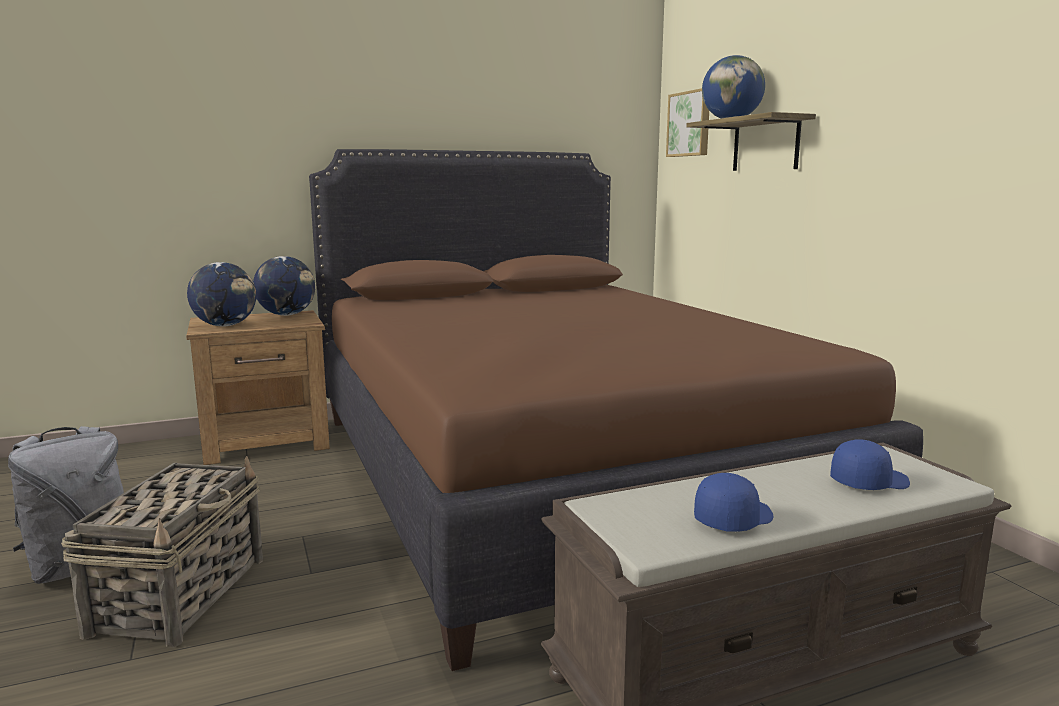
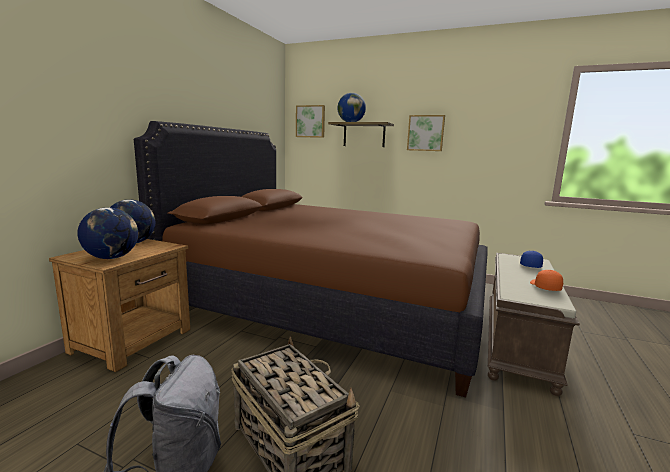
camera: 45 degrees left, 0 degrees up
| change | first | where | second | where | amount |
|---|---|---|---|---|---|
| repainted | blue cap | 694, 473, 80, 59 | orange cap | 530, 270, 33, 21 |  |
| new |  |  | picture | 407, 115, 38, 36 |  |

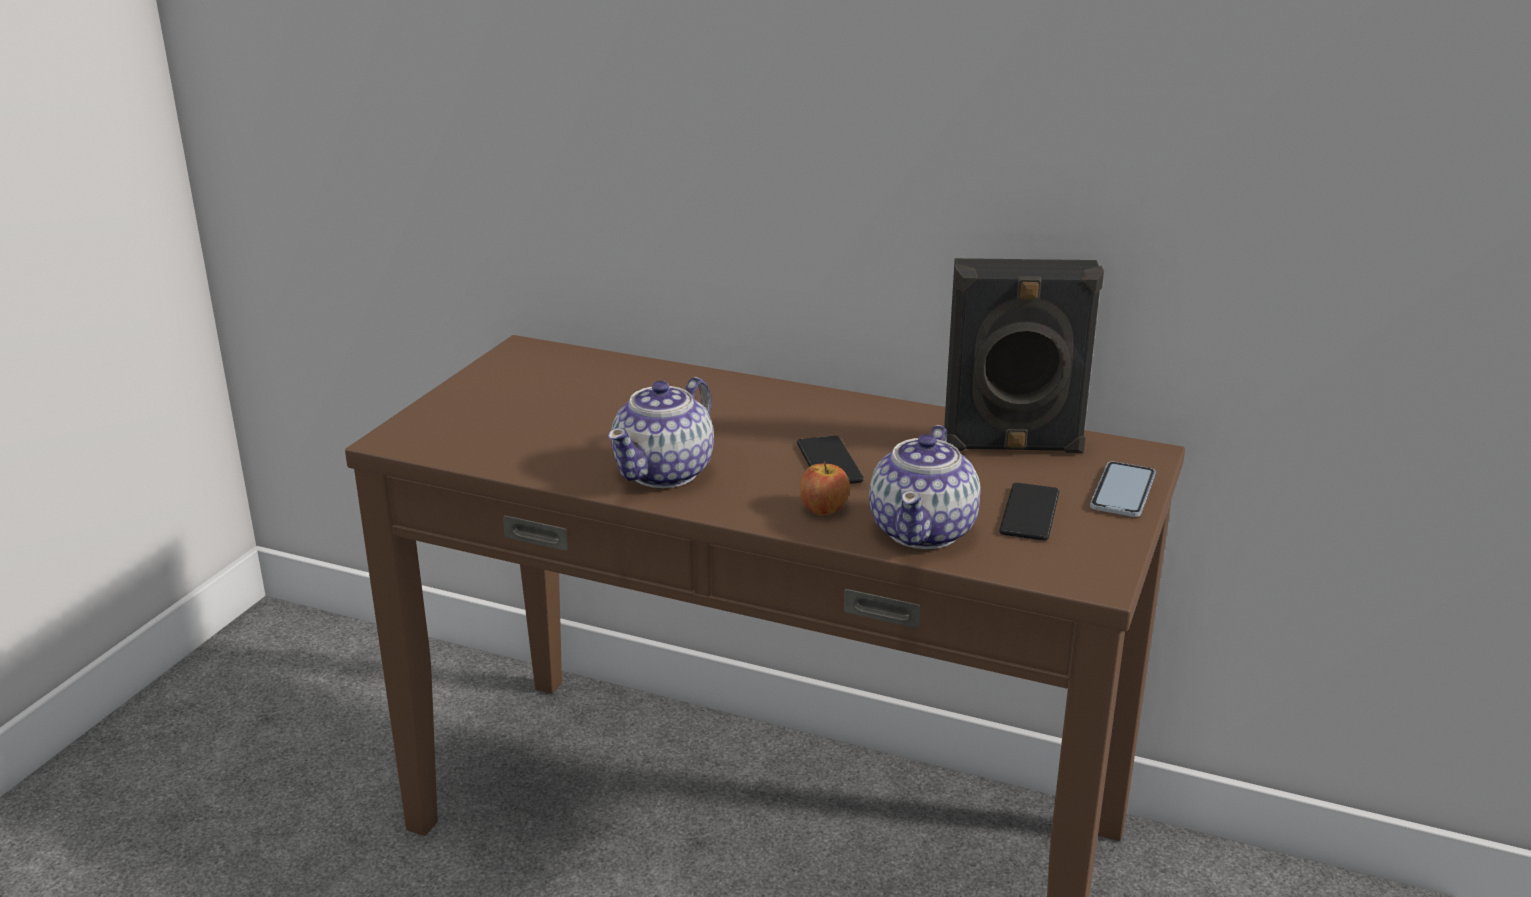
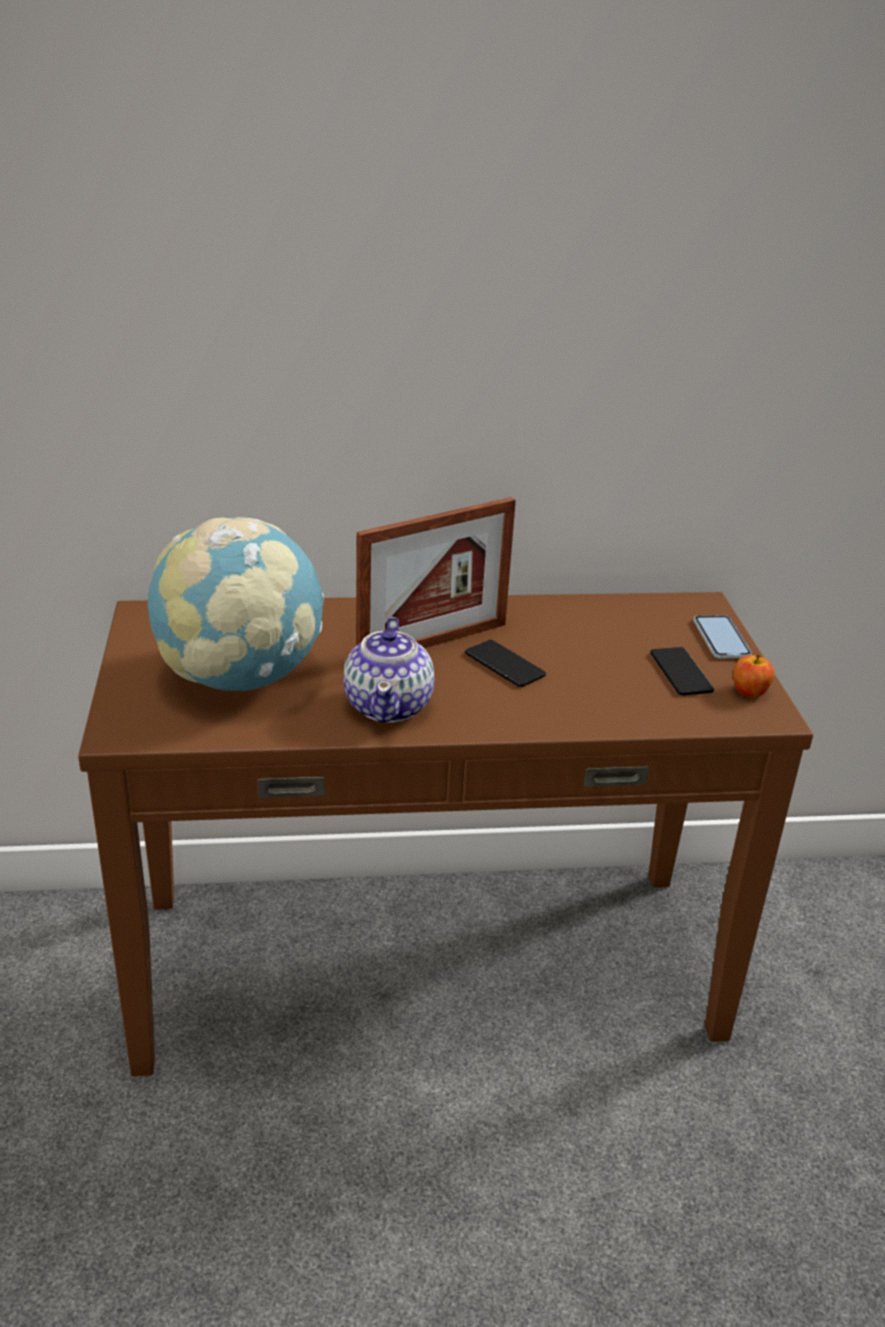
camera: 30 degrees left, 5 degrees up
| change | first | where | second | where | amount |
|---|---|---|---|---|---|
| gone | black speaker | 944, 258, 160, 195 |  |  |  |
| gone | teapot | 869, 425, 111, 124 |  |  |  |
| shifted | apple | 800, 462, 50, 53 |  | 733, 655, 41, 42 |  |
| new |  |  | picture frame | 356, 497, 160, 151 |  |
| new |  |  | globe | 148, 517, 176, 174 |  |

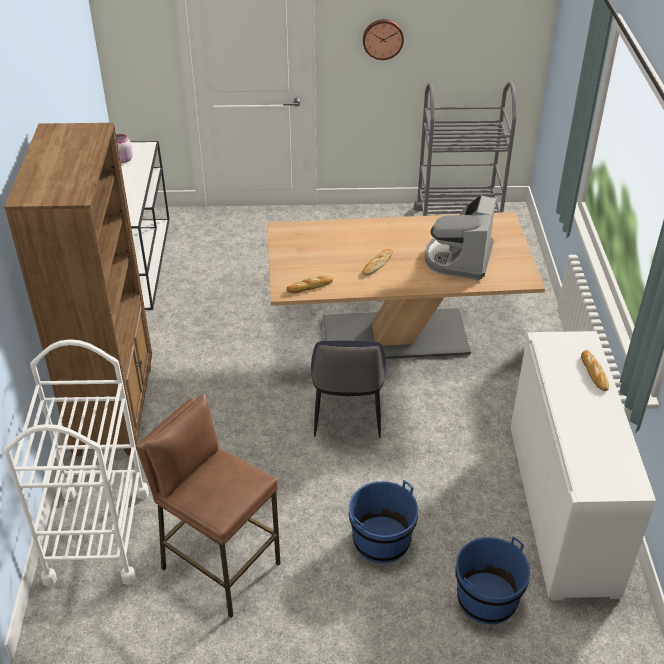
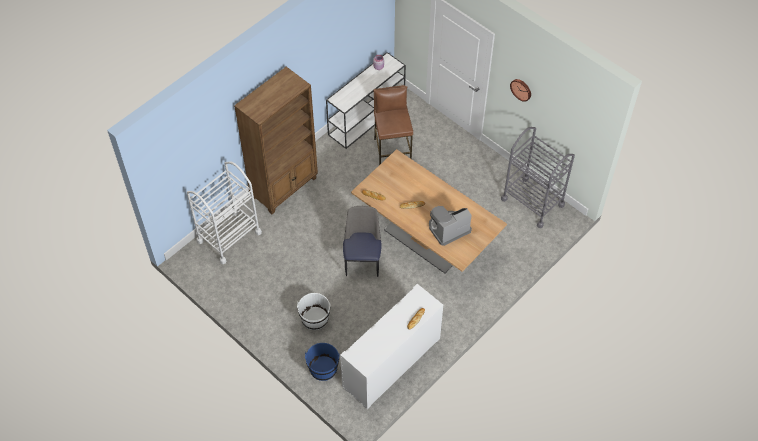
camera: 45 degrees right, 15 degrees up
| change | first | where | second | where | amount |
|---|---|---|---|---|---|
| rotated | chair | 311, 341, 75, 97 |  | 343, 206, 39, 71 | 135 degrees clockwise |
| shifted | brown stool | 136, 393, 145, 225 |  | 374, 85, 39, 80 |  |
| repainted | blue bucket | 349, 480, 69, 83 | white bucket | 297, 293, 33, 37 |  |

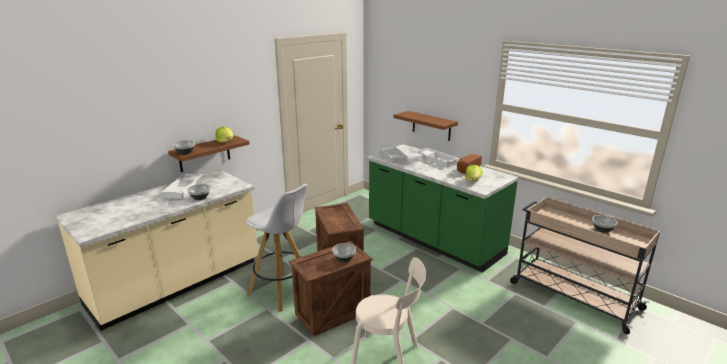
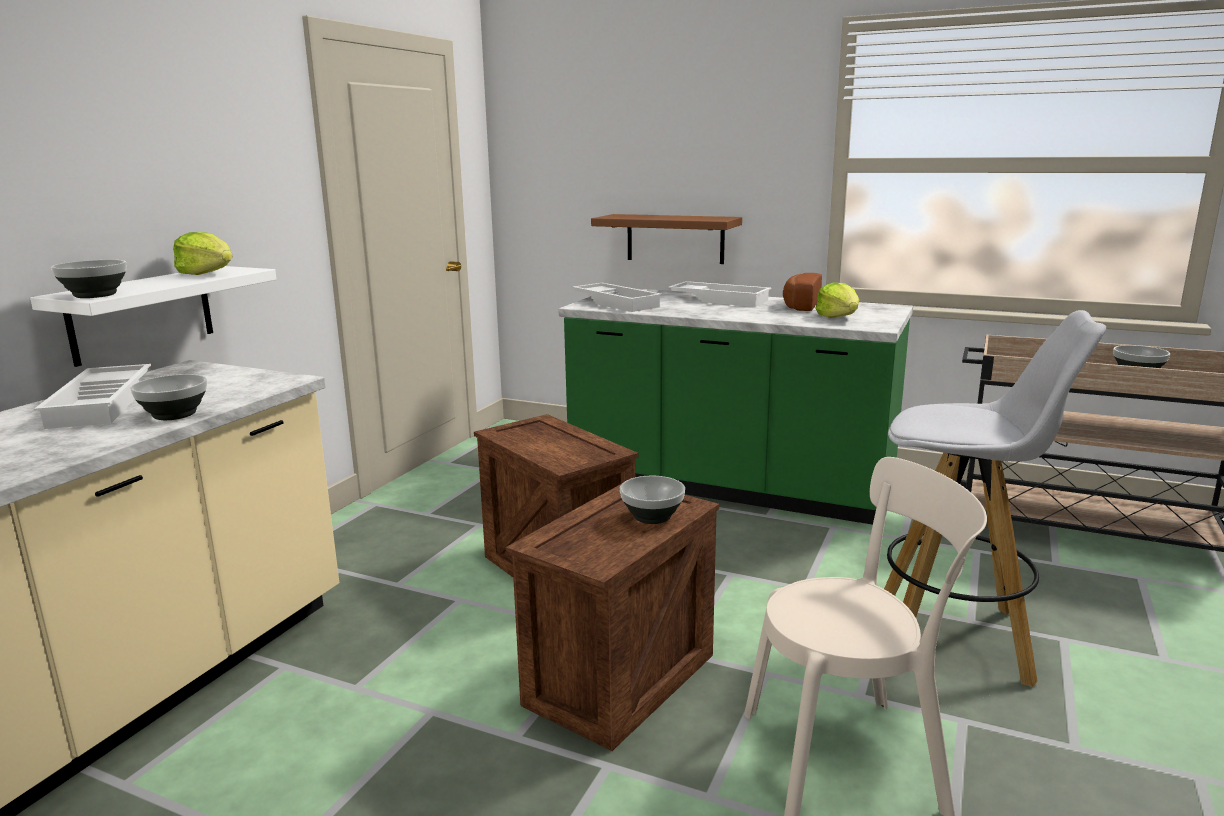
camera: 20 degrees left, 5 degrees down
| change | first | where | second | where | amount |
|---|---|---|---|---|---|
| repainted | brown shelf | 168, 135, 81, 37 | white shelf | 30, 266, 247, 101 |  |
| shifted | white stool | 245, 184, 63, 128 |  | 884, 310, 222, 377 |  |

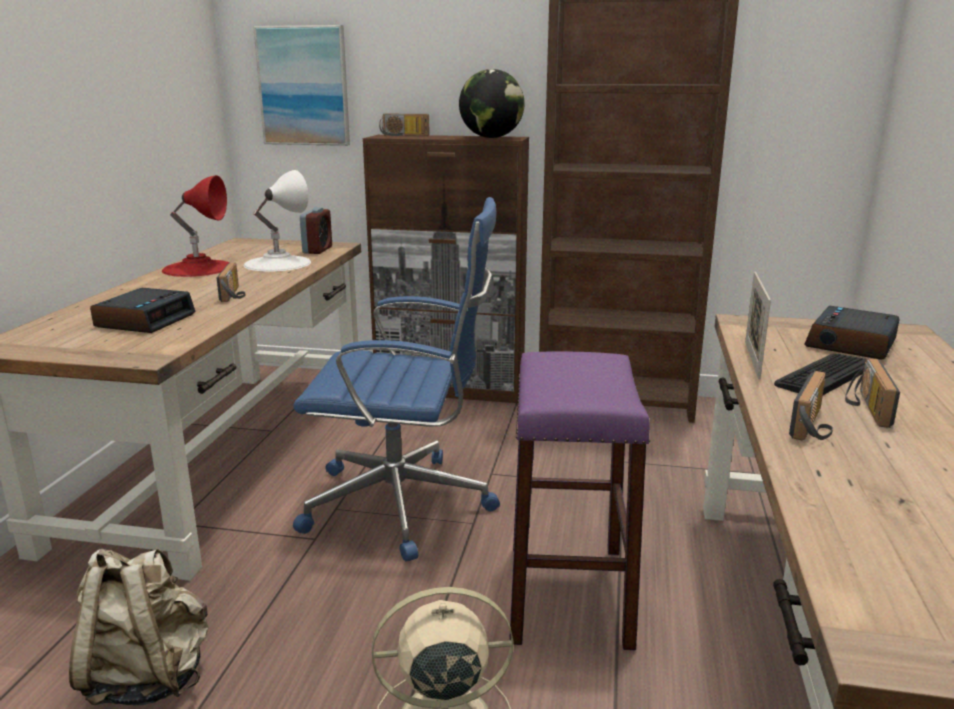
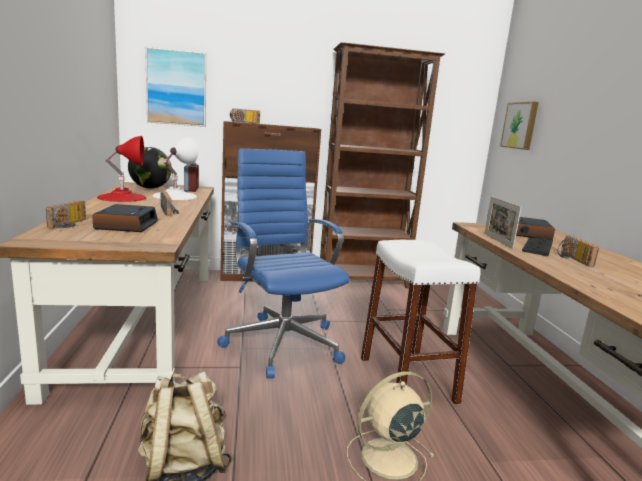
camera: 20 degrees left, 5 degrees down
| change | first | where | second | where | amount |
|---|---|---|---|---|---|
| shifted | globe | 459, 69, 66, 69 |  | 128, 147, 44, 42 |  |
| rotated | blue office chair | 293, 197, 207, 364 |  | 217, 148, 133, 231 | 105 degrees counterclockwise |
| repainted | purple stool | 509, 351, 141, 299 | white stool | 361, 240, 119, 165 |  |
| shifted | radio | 789, 371, 44, 70 |  | 46, 200, 40, 29 |  |
| new |  |  | picture | 500, 102, 39, 48 |  |

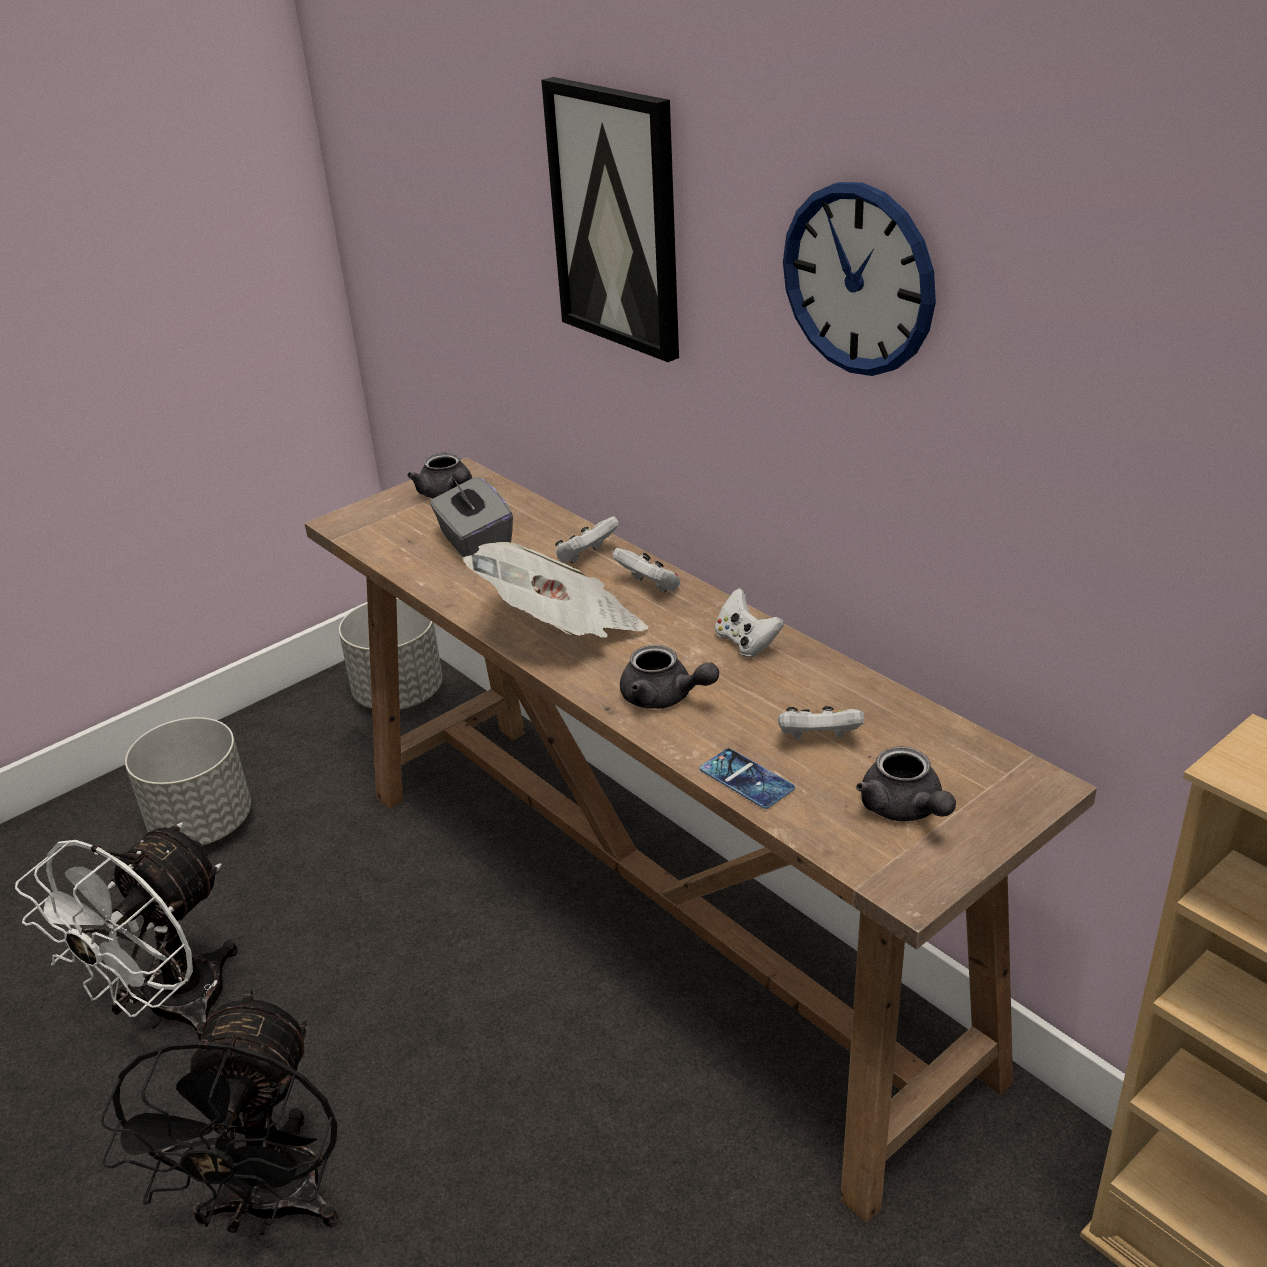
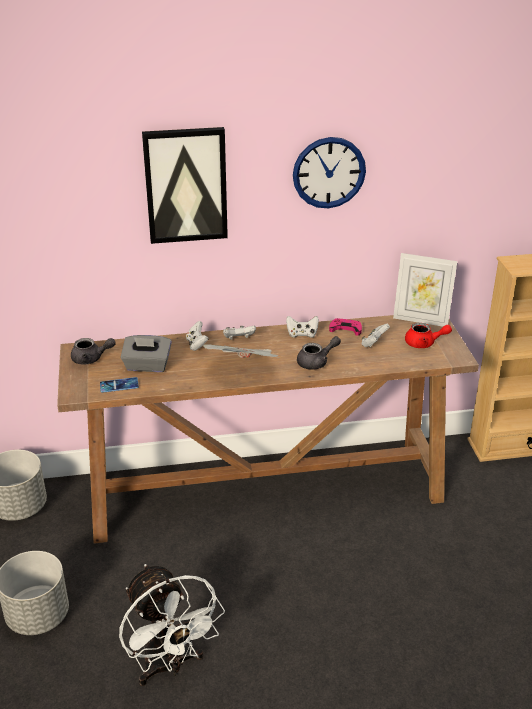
camera: 60 degrees left, 0 degrees up
| change | first | where | second | where | amount |
|---|---|---|---|---|---|
| repainted | grey teapot | 856, 747, 100, 75 | red teapot | 405, 323, 47, 25 |  |
| shifted | phone | 700, 748, 95, 61 |  | 100, 377, 39, 16 |  |
| gone | black fan | 100, 989, 239, 246 |  |  |  |
| new |  |  | picture frame | 393, 253, 64, 74 |  |
| new |  |  | pink game controller | 329, 318, 33, 18 |  |

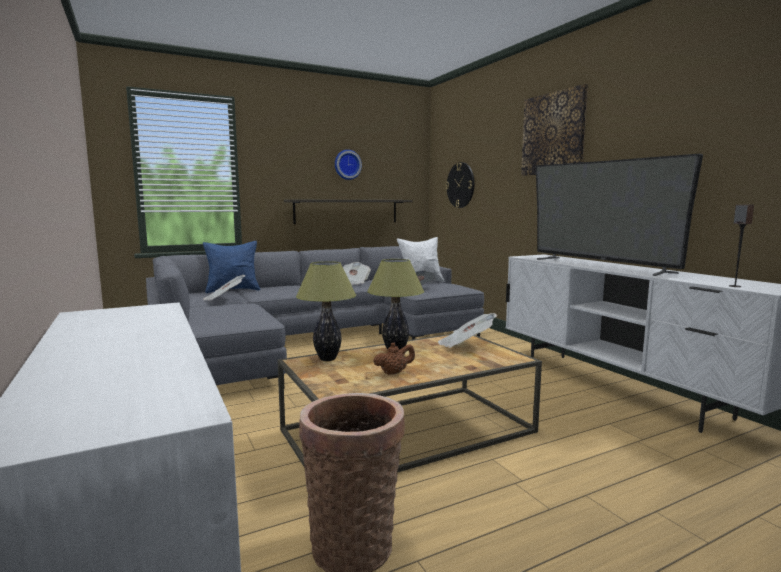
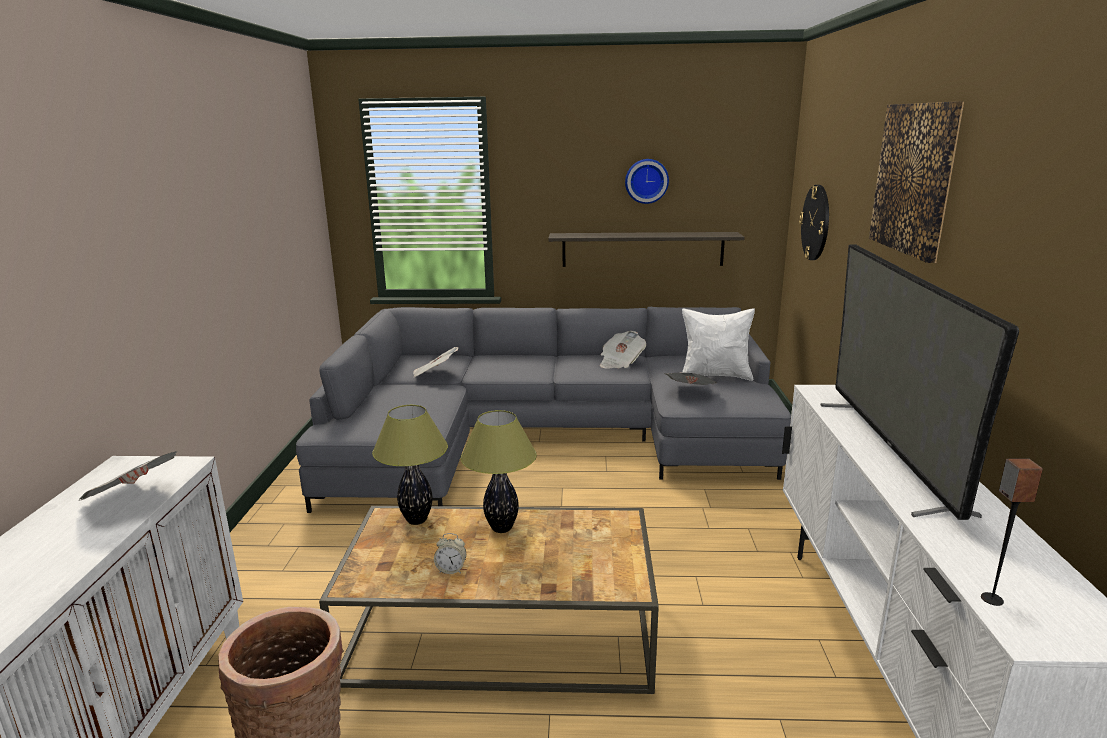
camera: 30 degrees right, 10 degrees up
| change | first | where | second | where | amount |
|---|---|---|---|---|---|
| gone | blue pillow | 203, 241, 57, 52 |  |  |  |
| shifted | newspaper | 438, 313, 59, 35 |  | 79, 451, 99, 50 |  |
| swapped | brown teapot | 374, 342, 41, 33 | alarm clock | 434, 533, 32, 41 |  |

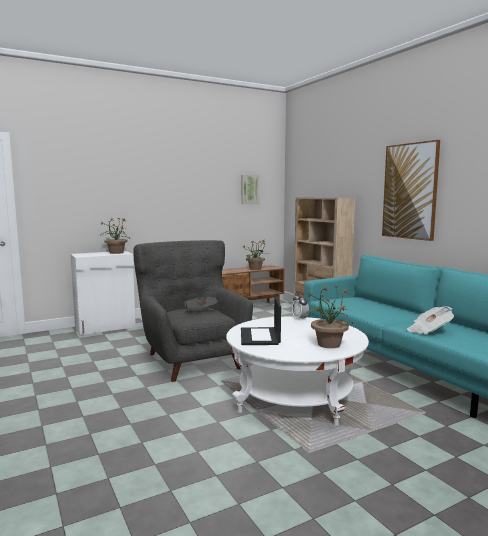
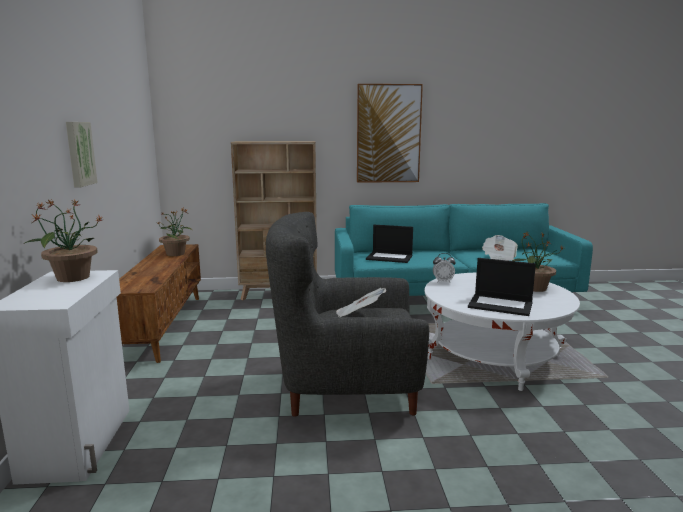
camera: 65 degrees left, 5 degrees up
| change | first | where | second | where | amount |
|---|---|---|---|---|---|
| shifted | picture | 241, 175, 19, 29 |  | 66, 122, 32, 65 |  |
| new |  |  | laptop | 366, 225, 47, 38 |  |

